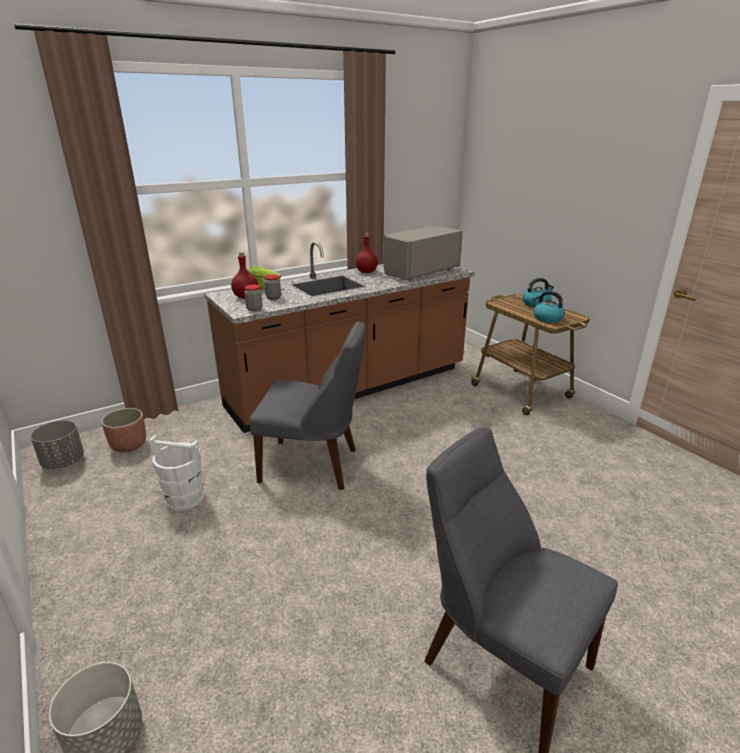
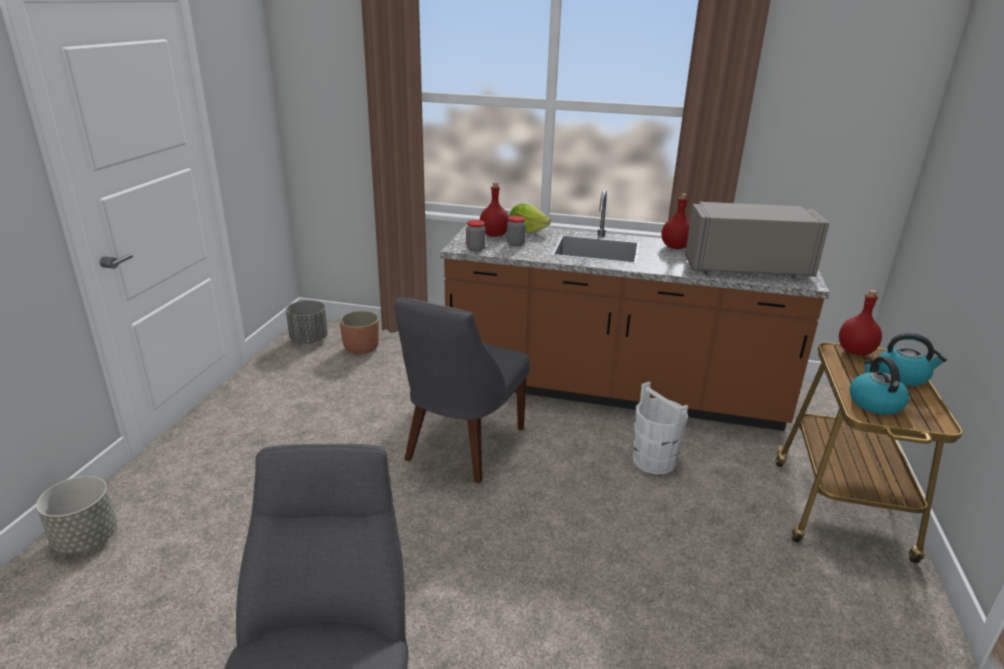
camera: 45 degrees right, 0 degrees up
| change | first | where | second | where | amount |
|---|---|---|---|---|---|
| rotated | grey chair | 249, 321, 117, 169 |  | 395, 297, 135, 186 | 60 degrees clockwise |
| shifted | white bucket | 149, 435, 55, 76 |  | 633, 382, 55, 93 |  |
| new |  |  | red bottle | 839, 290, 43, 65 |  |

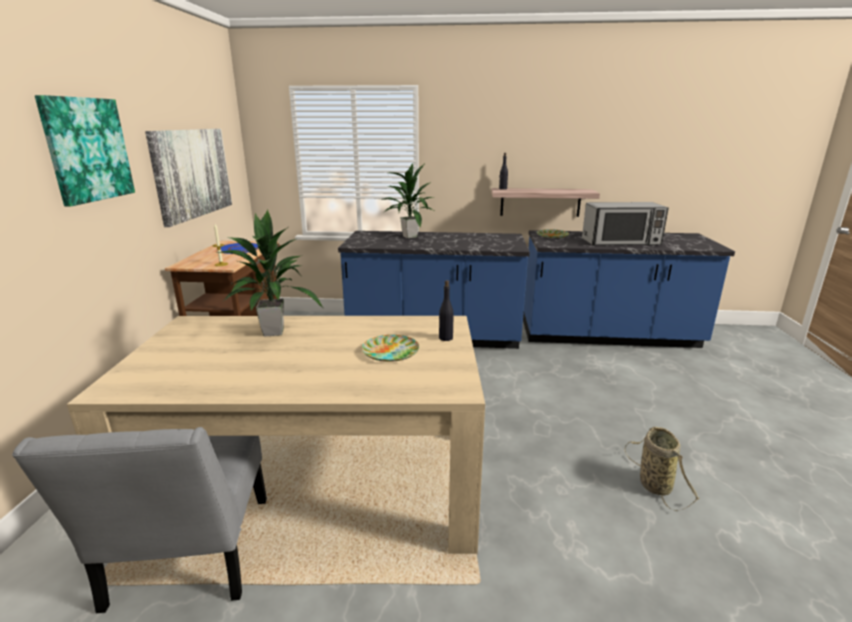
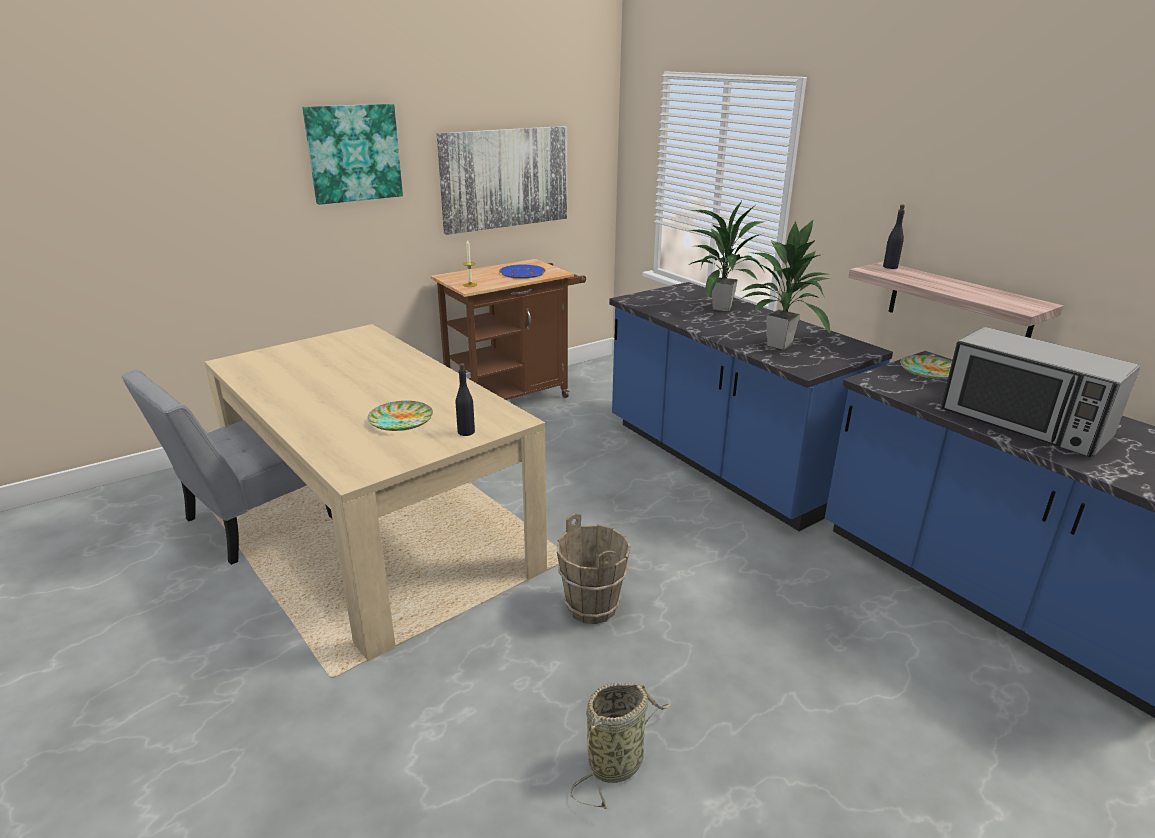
camera: 50 degrees right, 5 degrees up
| change | first | where | second | where | amount |
|---|---|---|---|---|---|
| shifted | potted plant | 215, 210, 109, 126 |  | 741, 219, 90, 131 |  |
| new |  |  | brown bucket | 557, 513, 74, 111 |  |

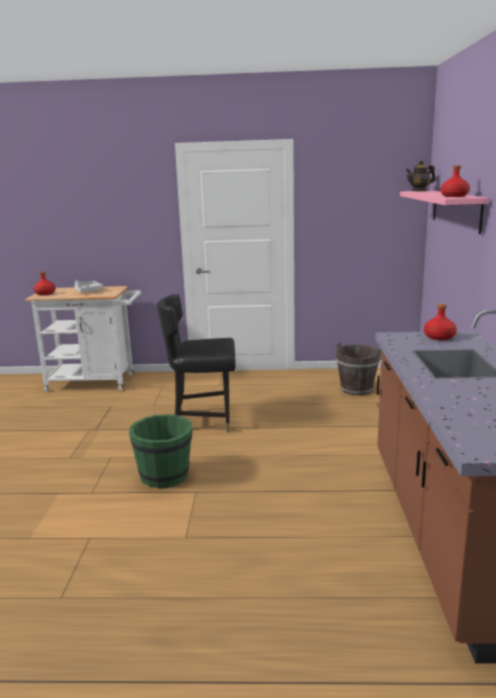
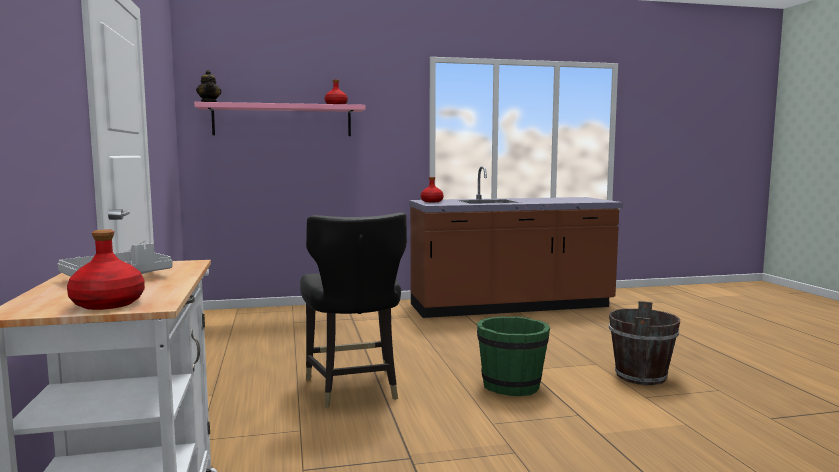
camera: 105 degrees left, 10 degrees down
| change | first | where | second | where | amount |
|---|---|---|---|---|---|
| shifted | brown bucket | 336, 342, 45, 53 |  | 609, 301, 71, 84 |  |

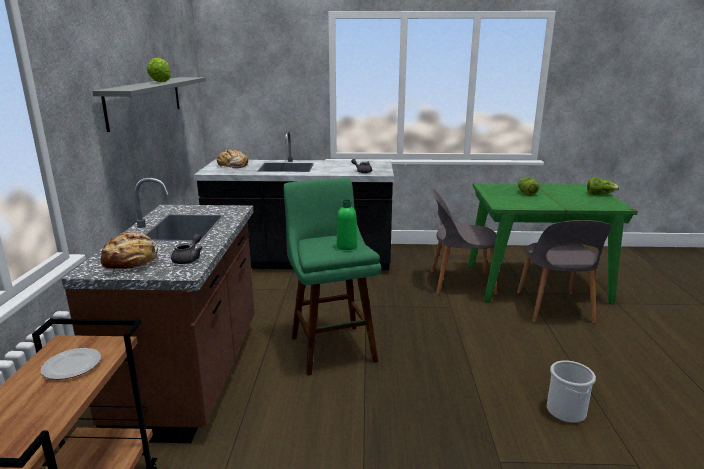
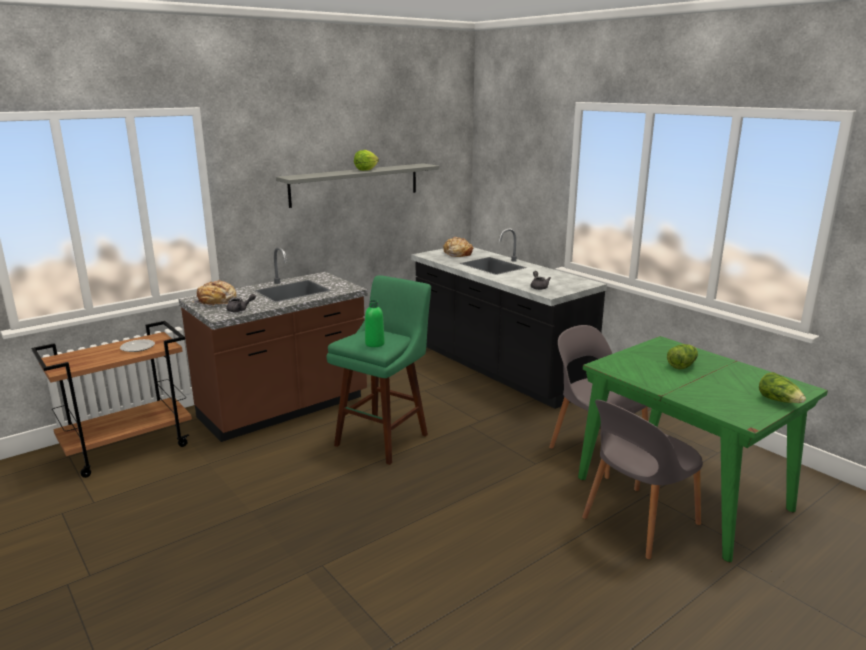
camera: 50 degrees right, 0 degrees up
| change | first | where | second | where | amount |
|---|---|---|---|---|---|
| gone | bucket | 547, 360, 49, 63 |  |  |  |

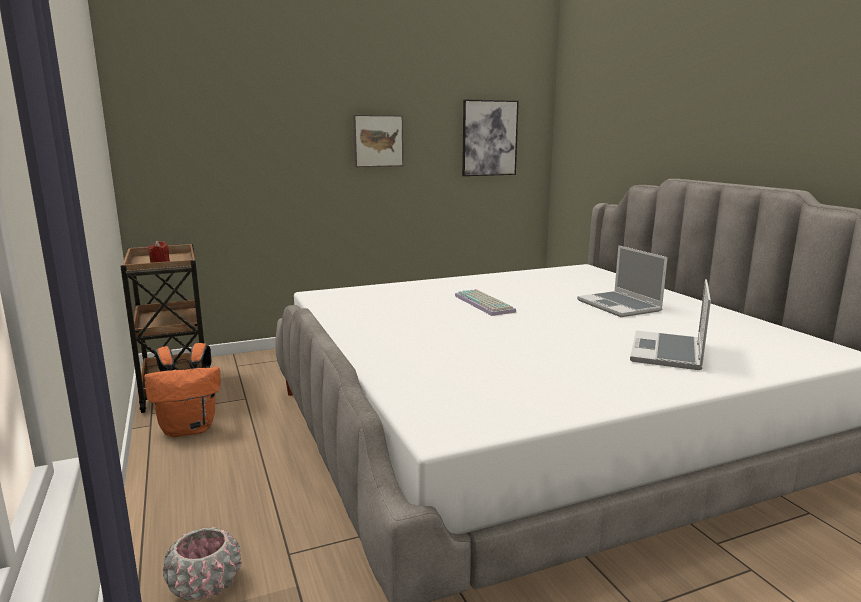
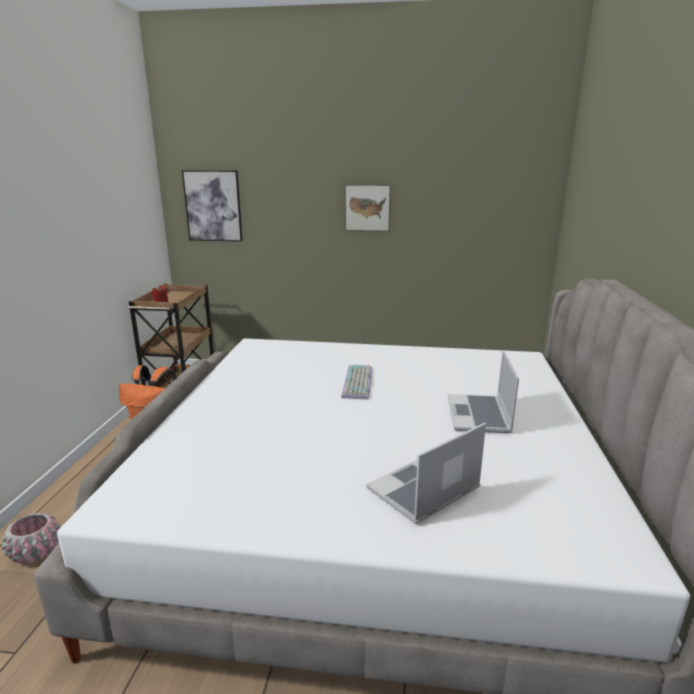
camera: 30 degrees right, 5 degrees up
| change | first | where | second | where | amount |
|---|---|---|---|---|---|
| shifted | picture | 462, 99, 57, 77 |  | 182, 170, 61, 72 |  |

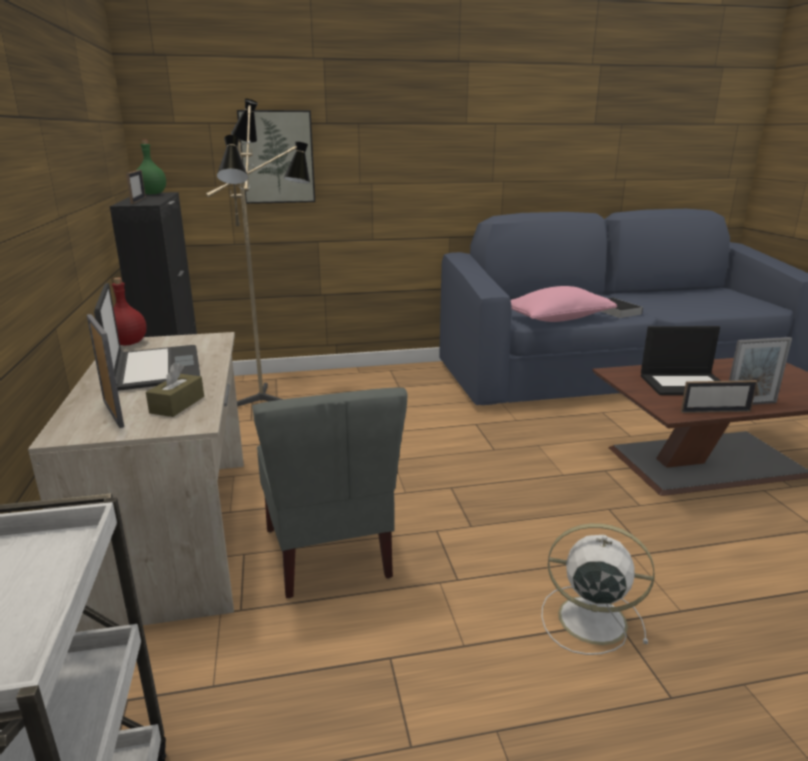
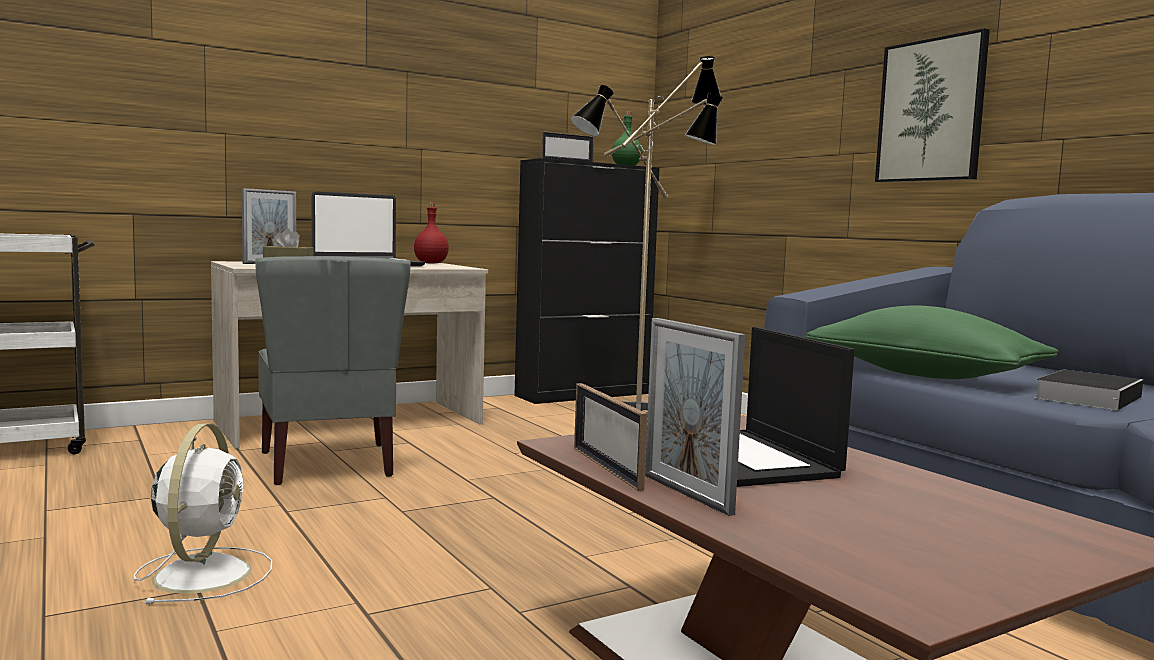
camera: 70 degrees right, 15 degrees down
| change | first | where | second | where | amount |
|---|---|---|---|---|---|
| shifted | picture | 237, 110, 78, 94 |  | 875, 28, 115, 154 |  |
| repainted | pink pillow | 511, 286, 106, 36 | green pillow | 805, 305, 253, 74 |  |
| rotated | grey chair | 252, 388, 156, 210 |  | 255, 256, 156, 229 | 75 degrees counterclockwise |

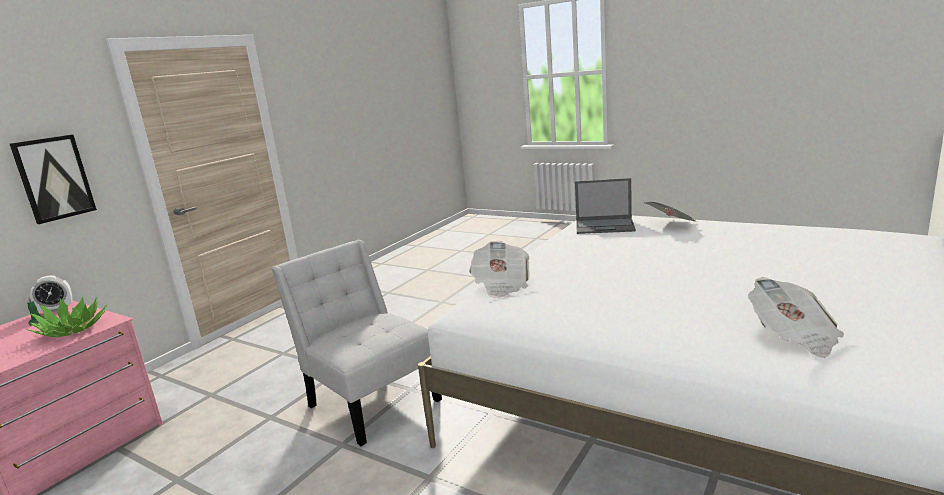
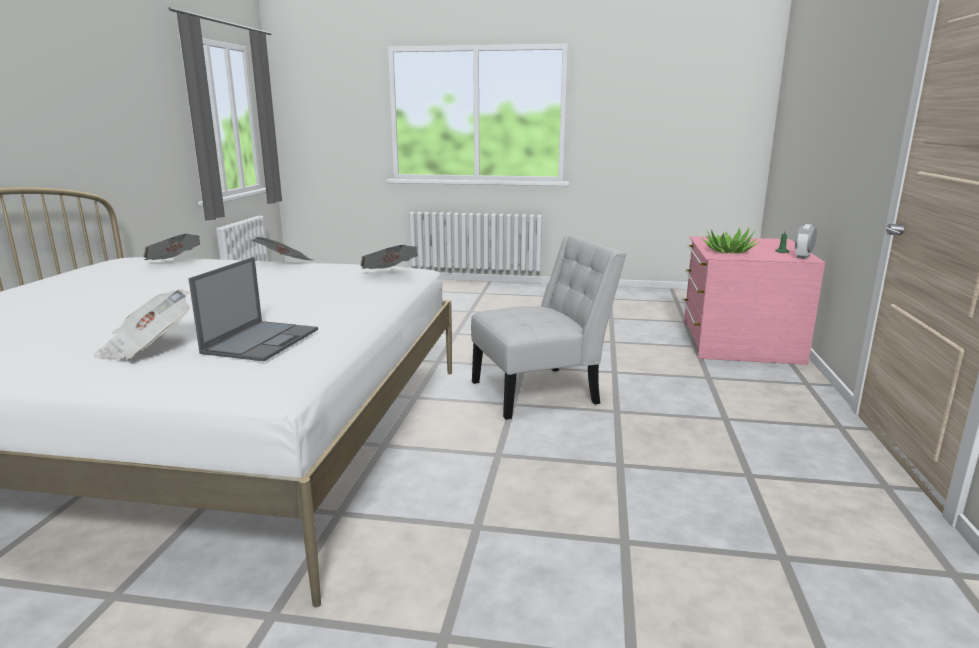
camera: 155 degrees right, 0 degrees up
| change | first | where | second | where | amount |
|---|---|---|---|---|---|
| gone | picture | 10, 135, 87, 89 |  |  |  |
| rotated | laptop | 575, 178, 61, 56 |  | 188, 257, 130, 104 | 120 degrees clockwise |
| rotated | white chair | 271, 240, 171, 206 |  | 471, 234, 155, 186 | 45 degrees counterclockwise |
| new |  |  | newspaper | 252, 237, 61, 23 |  |

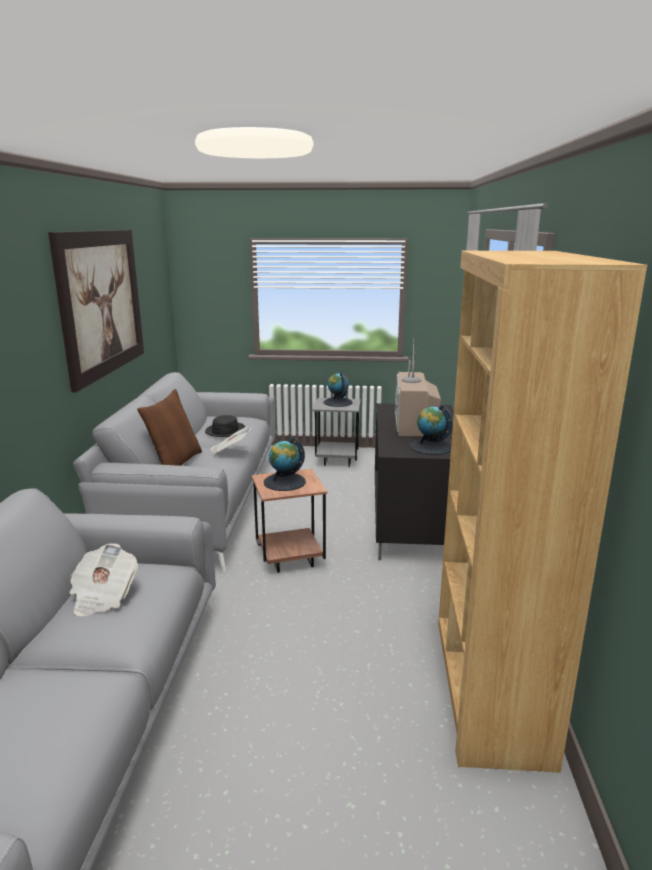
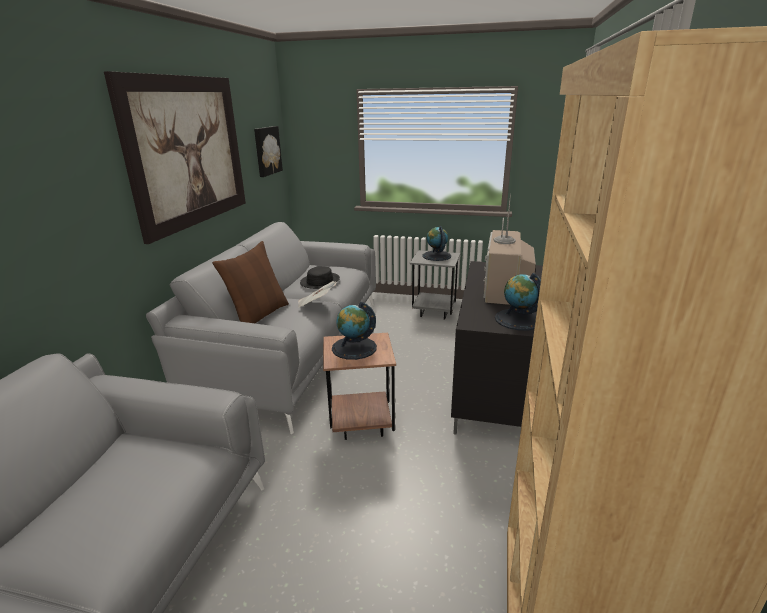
camera: 10 degrees right, 5 degrees up
| change | first | where | second | where | amount |
|---|---|---|---|---|---|
| gone | newspaper | 70, 543, 68, 73 |  |  |  |
| new |  |  | picture | 254, 126, 29, 51 |  |

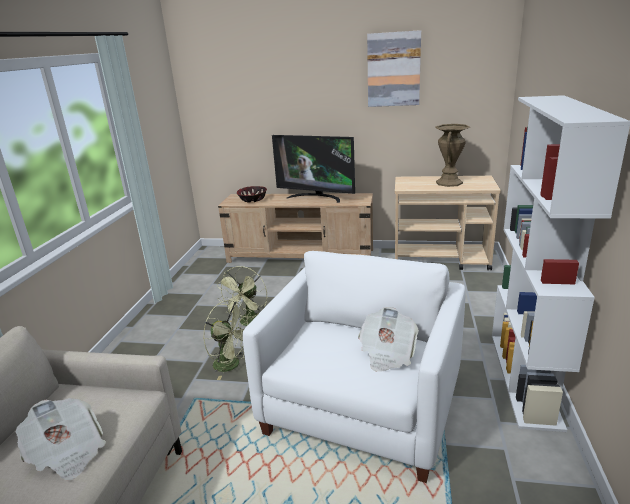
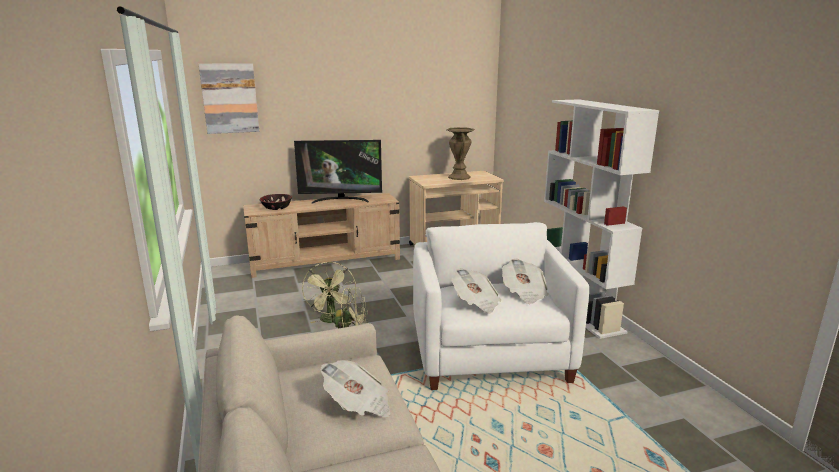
camera: 30 degrees left, 5 degrees down
| change | first | where | second | where | amount |
|---|---|---|---|---|---|
| shifted | picture | 367, 30, 54, 77 |  | 199, 63, 60, 71 |  |
| new |  |  | newspaper | 452, 268, 49, 46 |  |

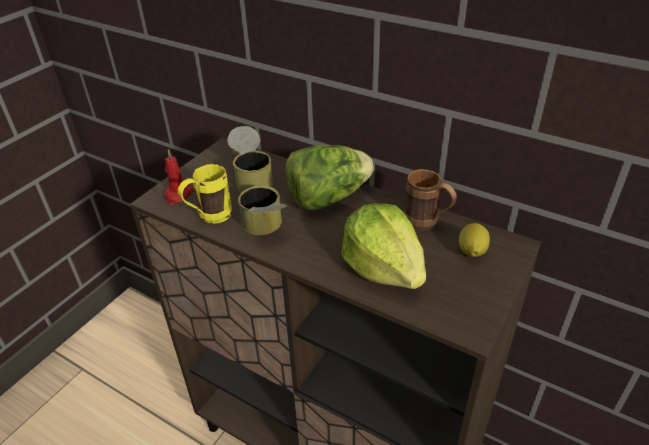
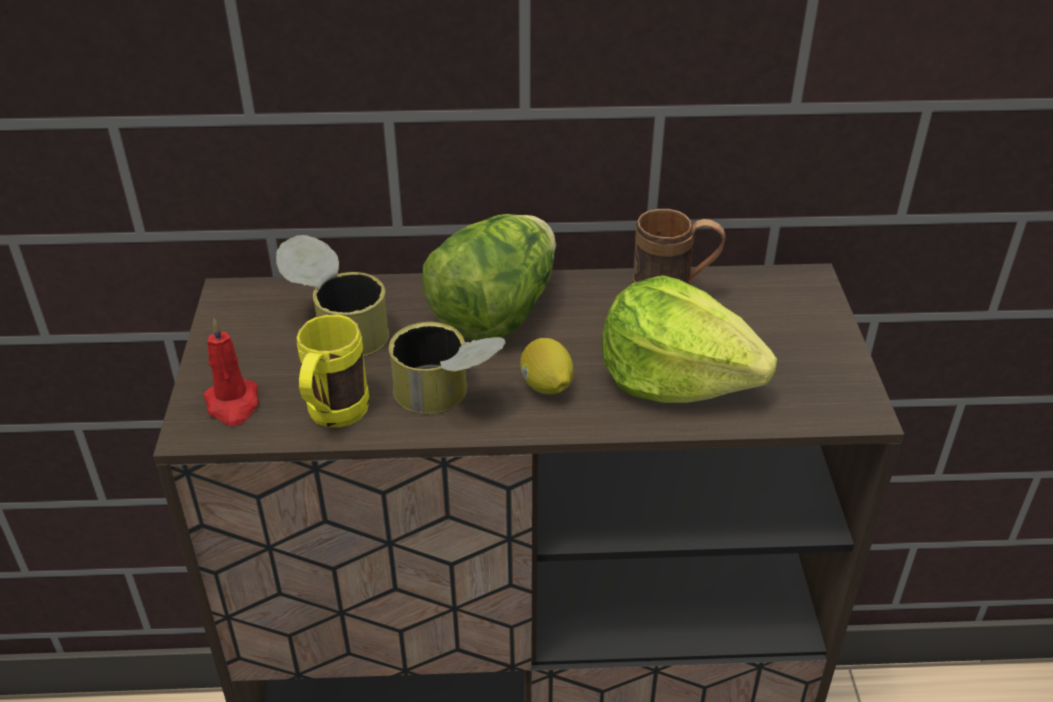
camera: 35 degrees left, 0 degrees up
| change | first | where | second | where | amount |
|---|---|---|---|---|---|
| shifted | lemon | 459, 223, 31, 34 |  | 520, 338, 54, 56 |  |

